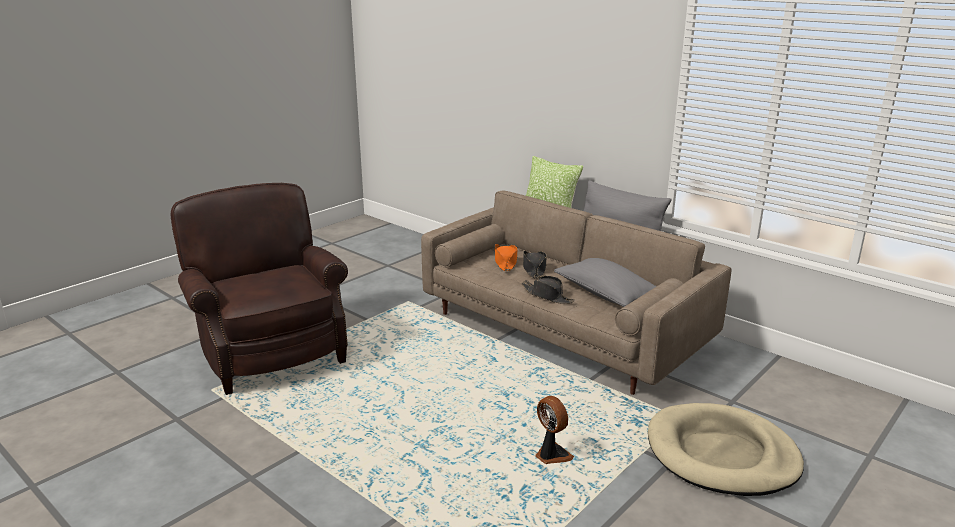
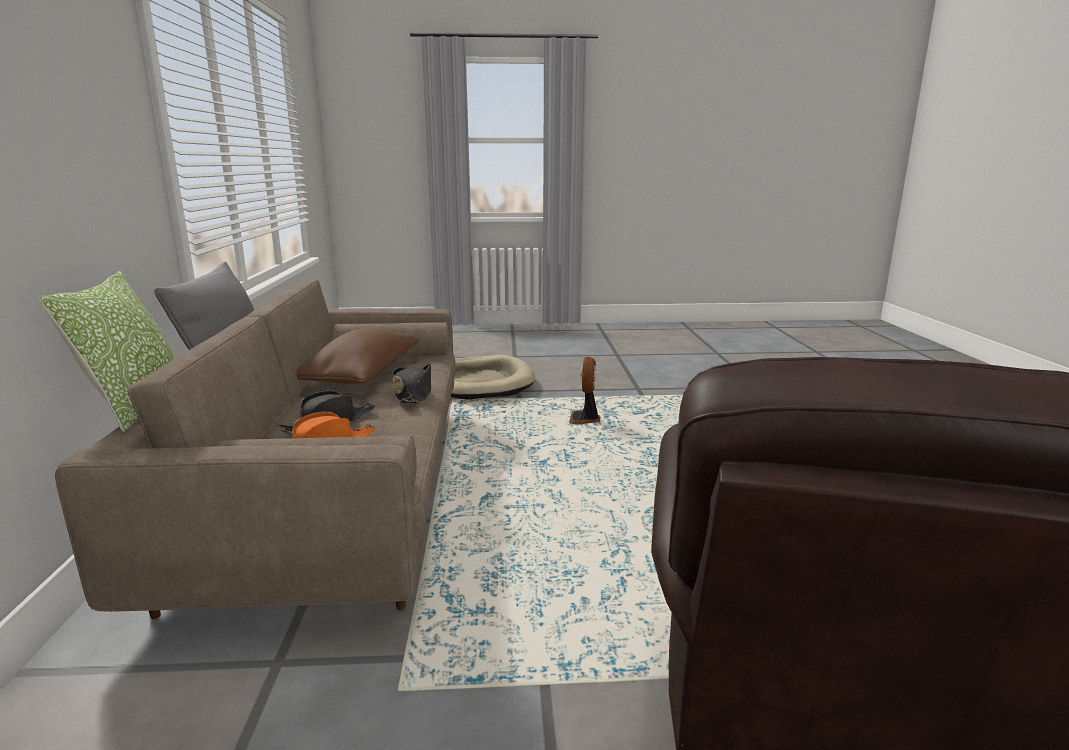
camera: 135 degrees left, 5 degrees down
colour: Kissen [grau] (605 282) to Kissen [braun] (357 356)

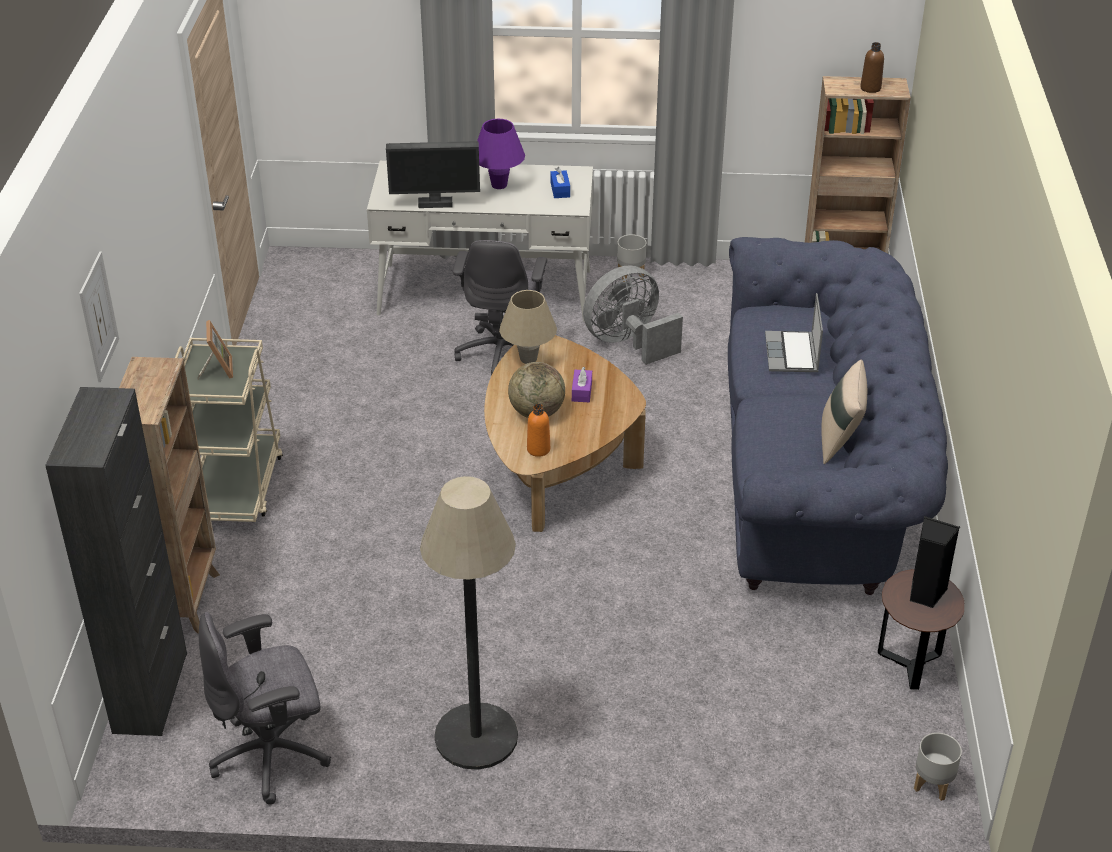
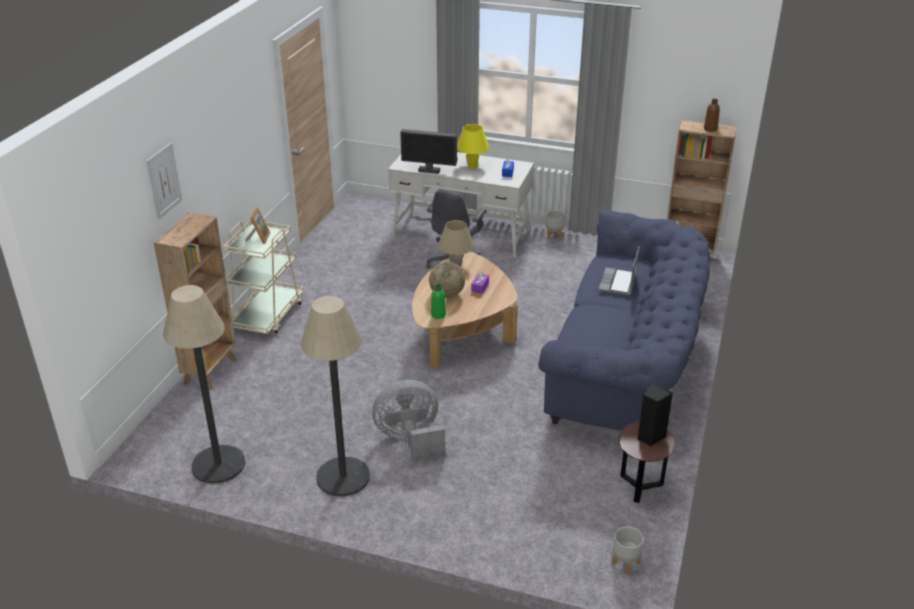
camera: 15 degrees right, 5 degrees down
missing: Kissen [beige] (844 412); Schrank [schwarz] (116 561)
relocated: Ventilator [grau] (633 315) to (408 421)
exchanged: Bürostuhl [grau] (265 708) to Stehlampe (204 384)
colour: Tischlampe [lila] (501 154) to Tischlampe [gelb] (473 146); Flasche [orange] (538 430) to Flasche [grün] (438 301)

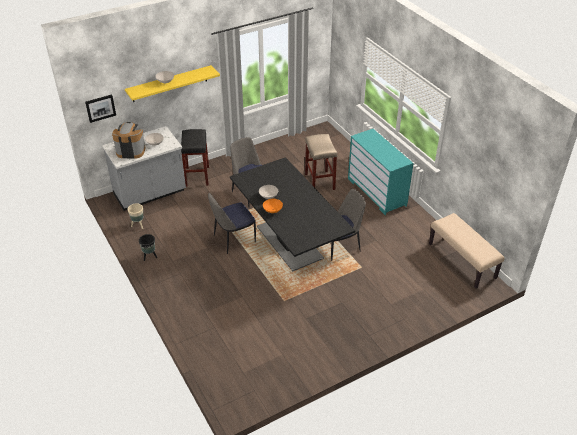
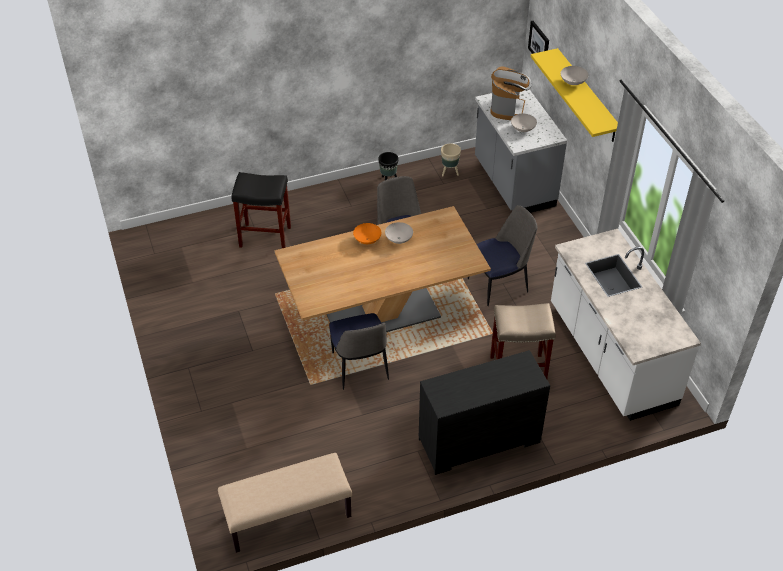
camera: 100 degrees right, 5 degrees up
appeared: Küchenzeile [weiß] (626 325)
relocated: Hocker [schwarz] (195 158) to (261 210)
colour: Kommode [türkis] (381 172) to Kommode [schwarz] (484 412); Esstisch [schwarz] (292 214) to Esstisch [beige] (382 269)

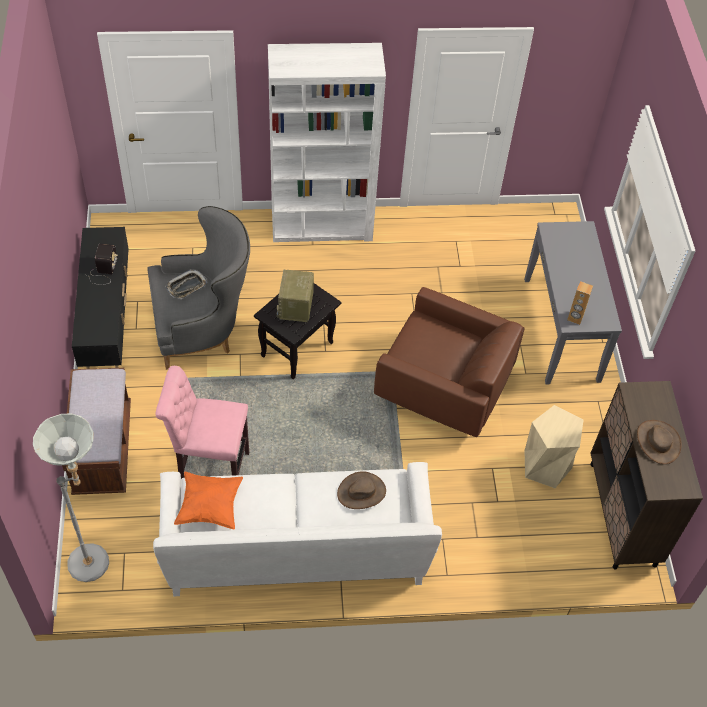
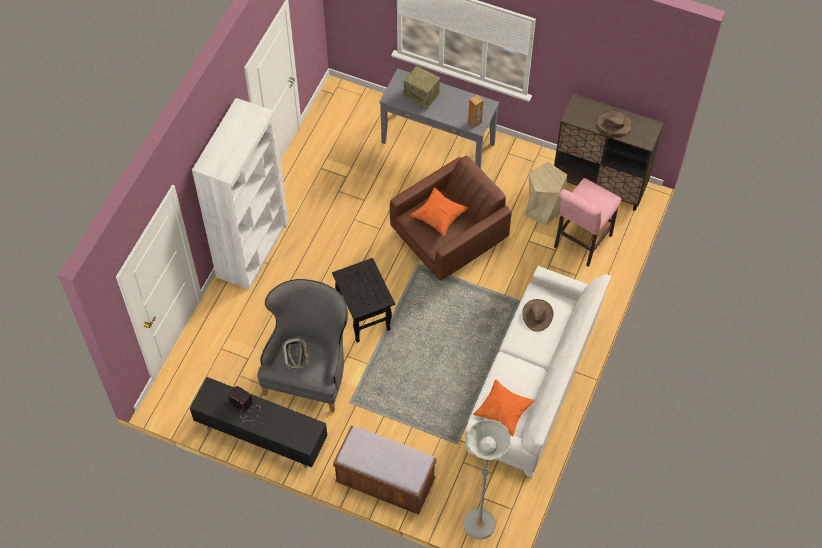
camera: 60 degrees left, 5 degrees up
appeared: Kissen [orange] (439 212)
relocated: Radio (295 296) to (422 87); Hocker [rosa] (202 422) to (587 222)

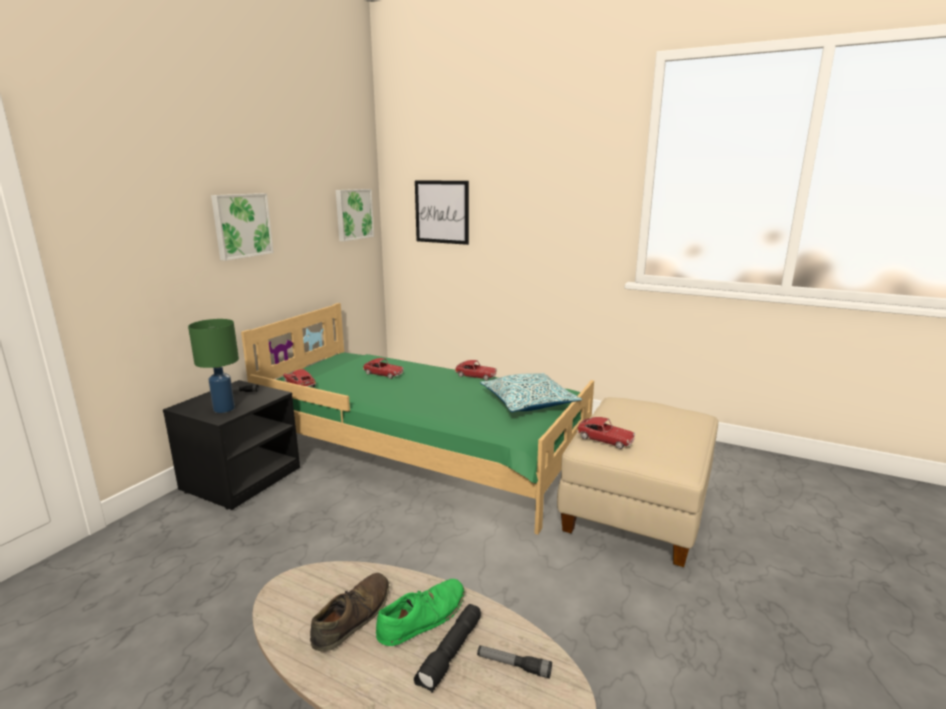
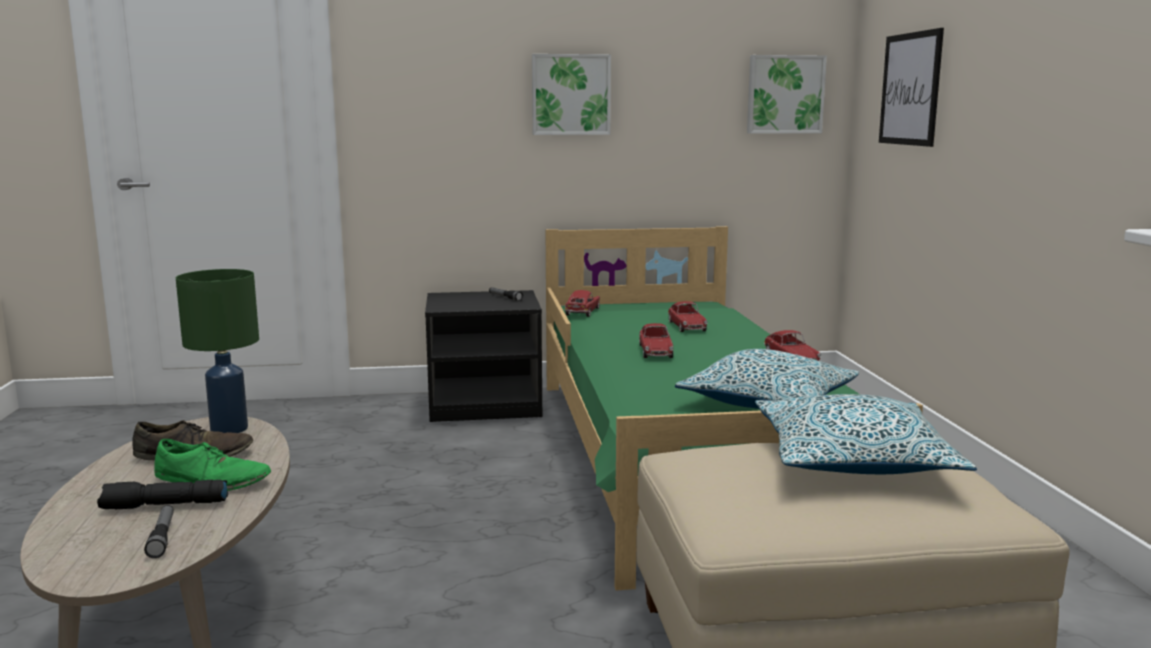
camera: 55 degrees right, 5 degrees down
appeared: Kissen (866 434)
relocated: Tischlampe [grün] (213 366) to (217 351); Spielzeugauto (606 433) to (656 340)

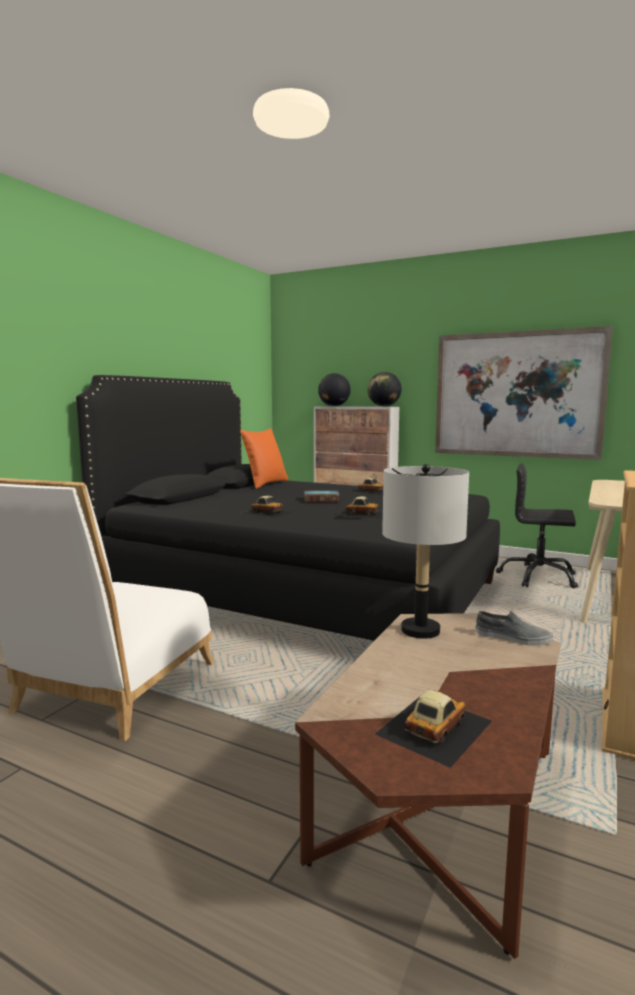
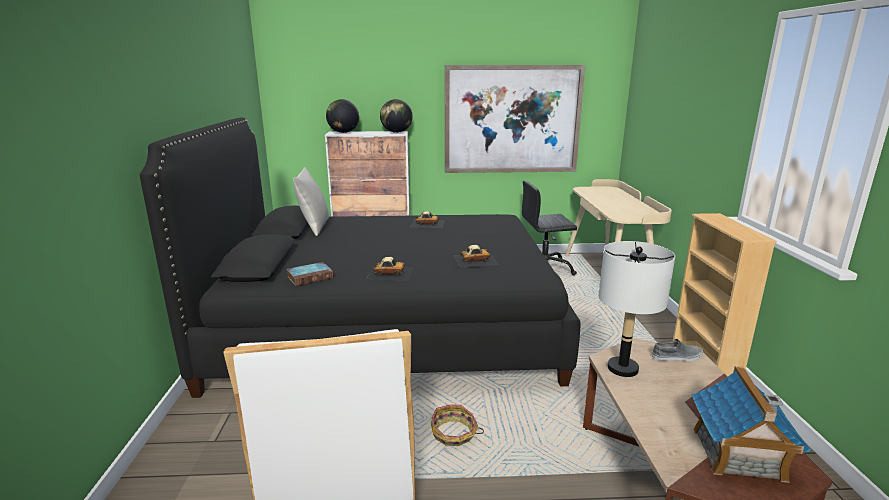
camera: 30 degrees left, 10 degrees up
appeared: Korb (457 425)
relocated: Buch (322 496) to (310 274)
exchanged: Spielzeugauto (433 729) to Spielzeughaus (751 424)
colour: Kissen [orange] (264 458) to Kissen [grau] (311 201)

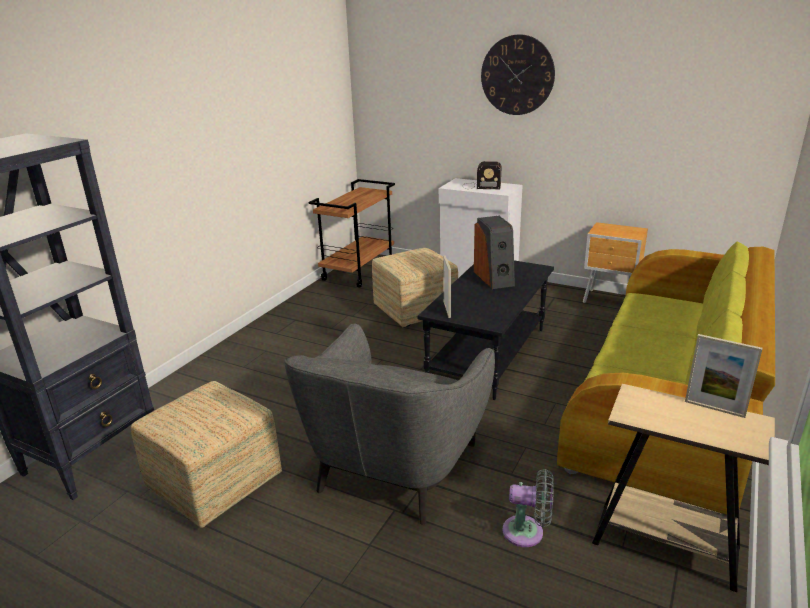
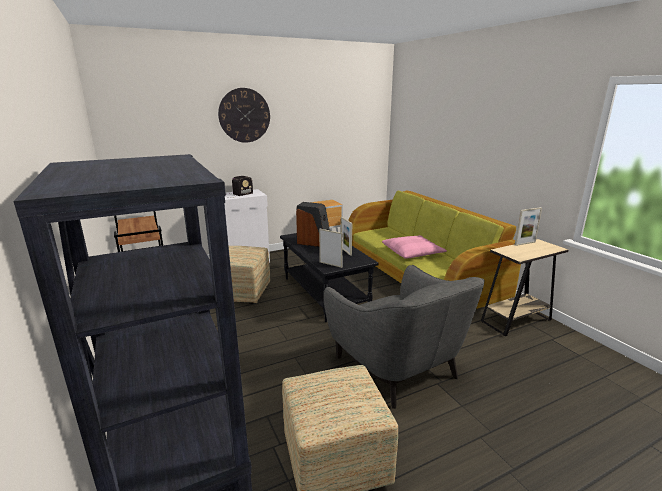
camera: 55 degrees left, 5 degrees down
missing: Ventilator [grau] (528 508)
appeared: Bilderrahmen (346 236); Kissen [rosa] (414 247)

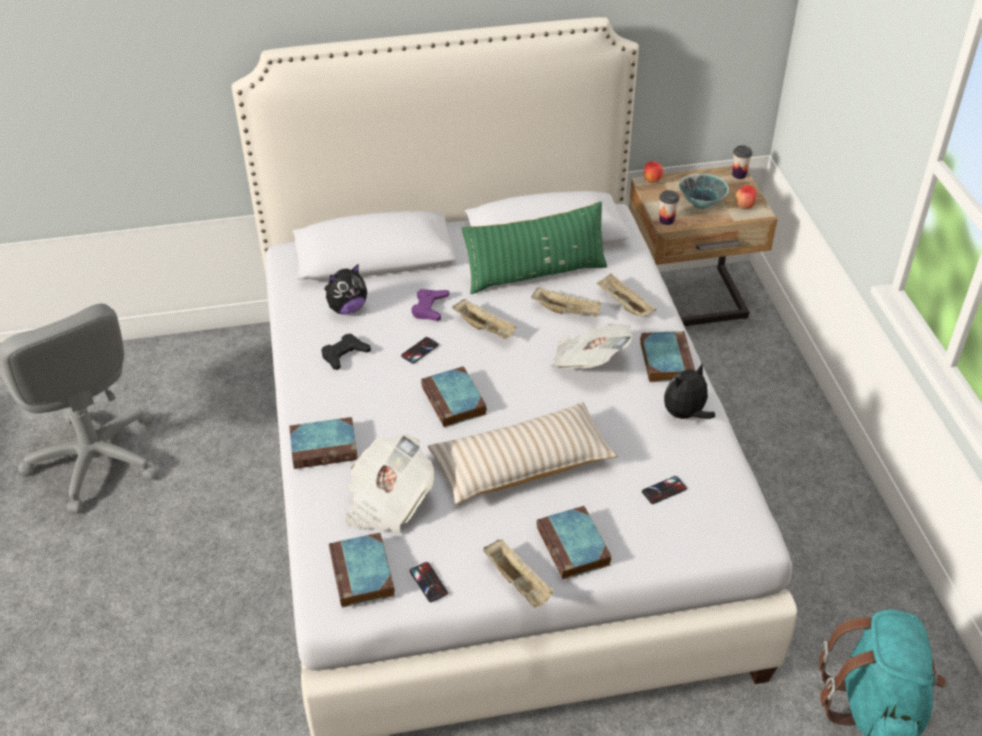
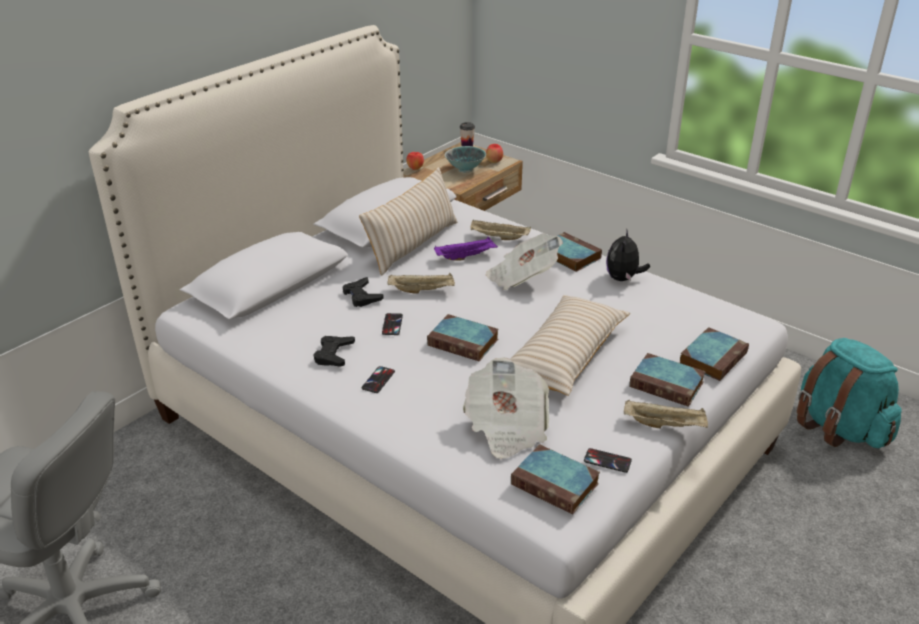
camera: 40 degrees left, 10 degrees down
missing: Tasse (669 207); Plüschtier (345 289)
relocated: Buch (323 443) to (714 354); Handy (664 490) to (378 379)
colour: Kissen [grün] (534 247) to Kissen [beige] (408 221); Tablett [beige] (566 302) to Tablett [lila] (466 249); Gamepad [lila] (430 305) to Gamepad [schwarz] (363 292)

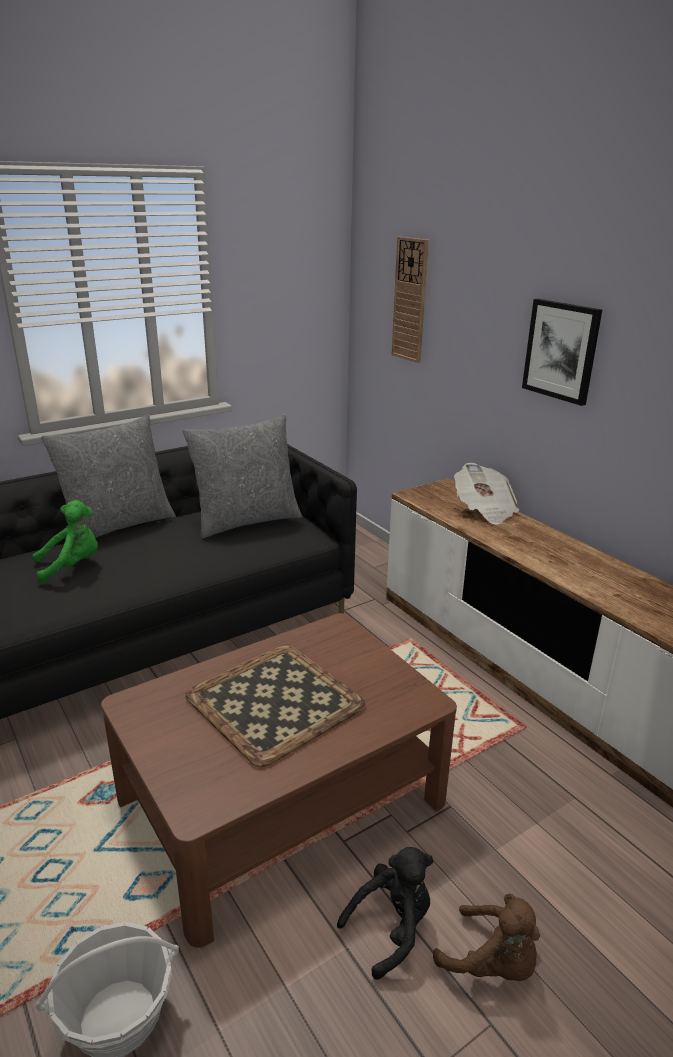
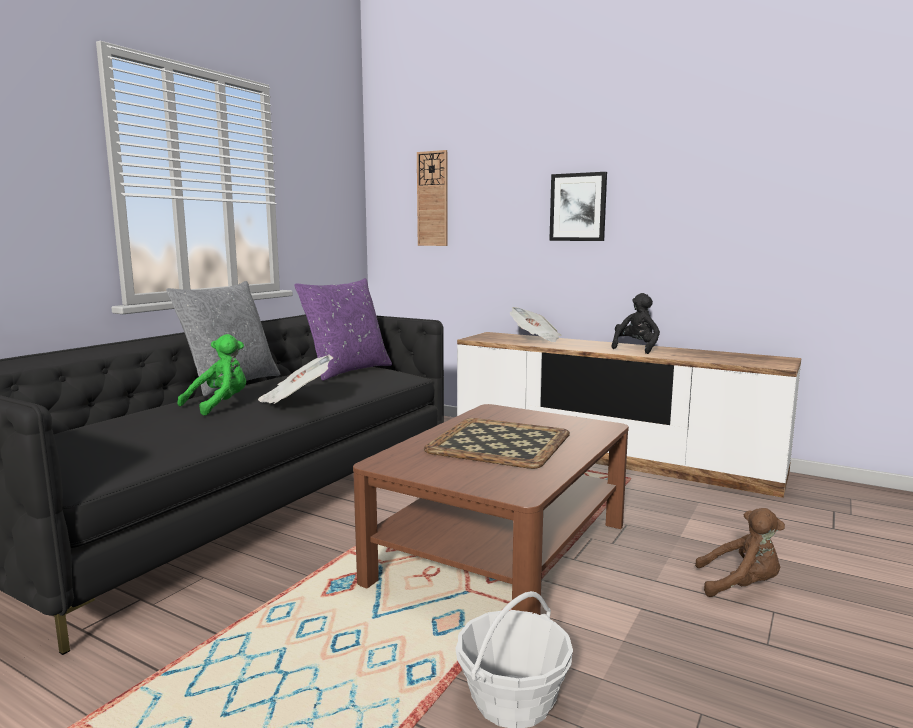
camera: 25 degrees left, 15 degrees down
appeared: Zeitung (295 379)
relocated: Plüschtier [schwarz] (385 913) to (635 323)
colour: Kissen [grau] (242 476) to Kissen [lila] (343 329)

